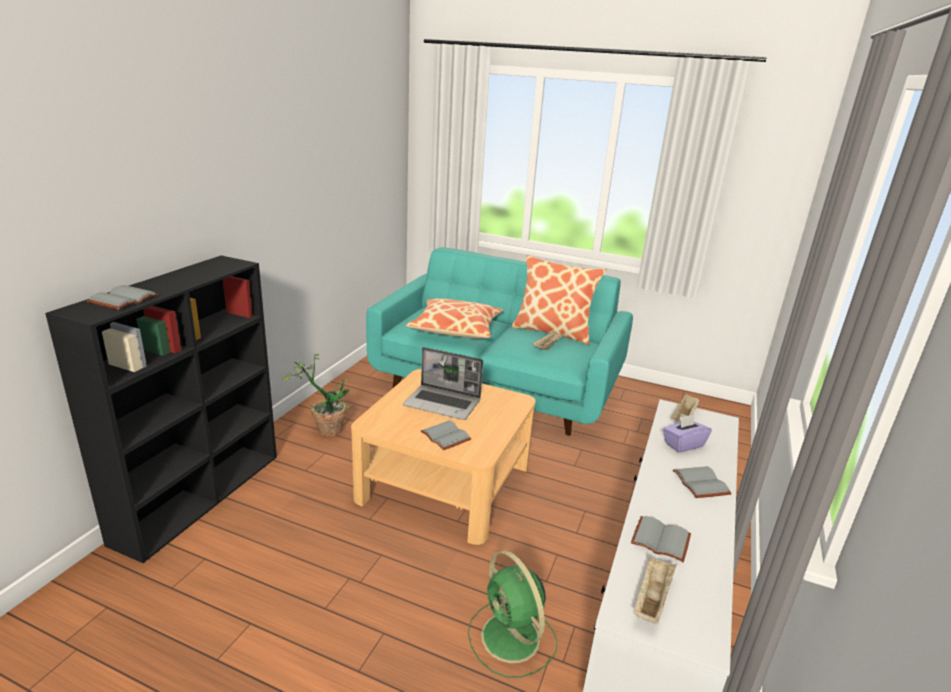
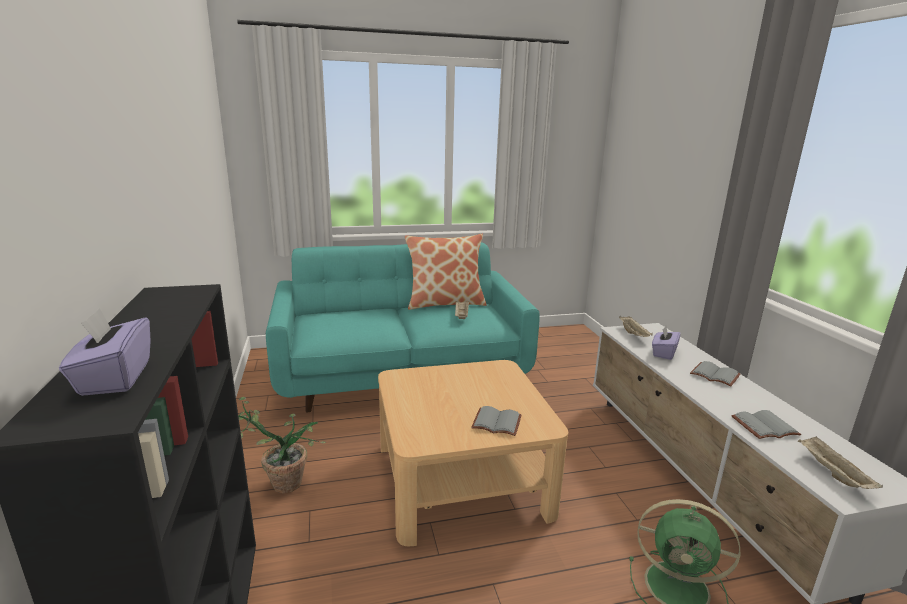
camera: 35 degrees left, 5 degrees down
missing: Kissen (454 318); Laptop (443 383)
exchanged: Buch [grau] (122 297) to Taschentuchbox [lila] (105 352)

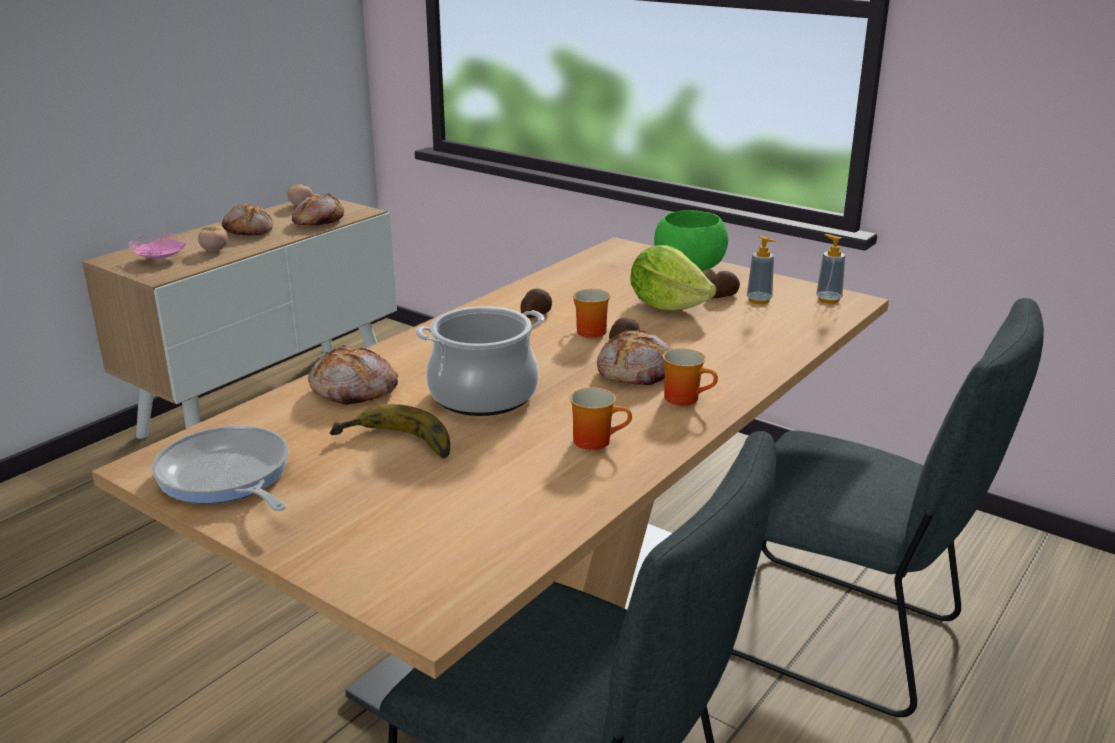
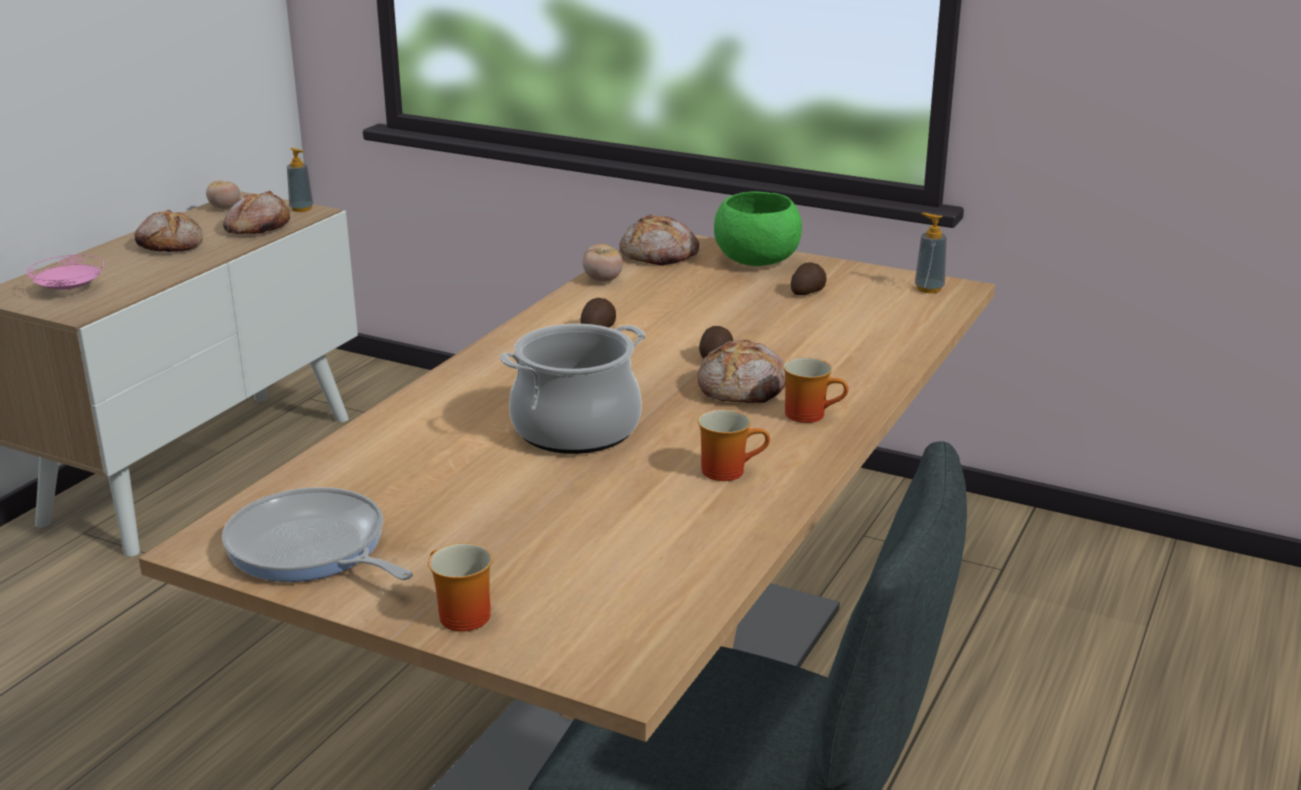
camera: 10 degrees left, 0 degrees up
missing: Salatkopf (673 278); Stuhl [grau] (887 507); Banane (390 431)
relocated: Tomate (213 238) to (603 263); Seifenspender (761 269) to (300 180); Henkelbecher (591 313) to (460 587); Brot (353 375) to (659 240)

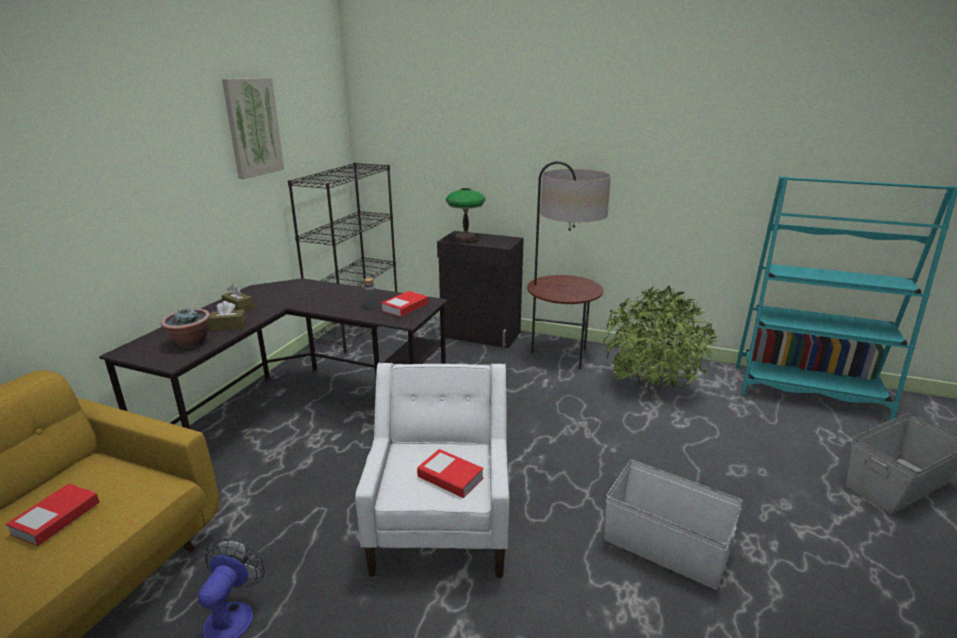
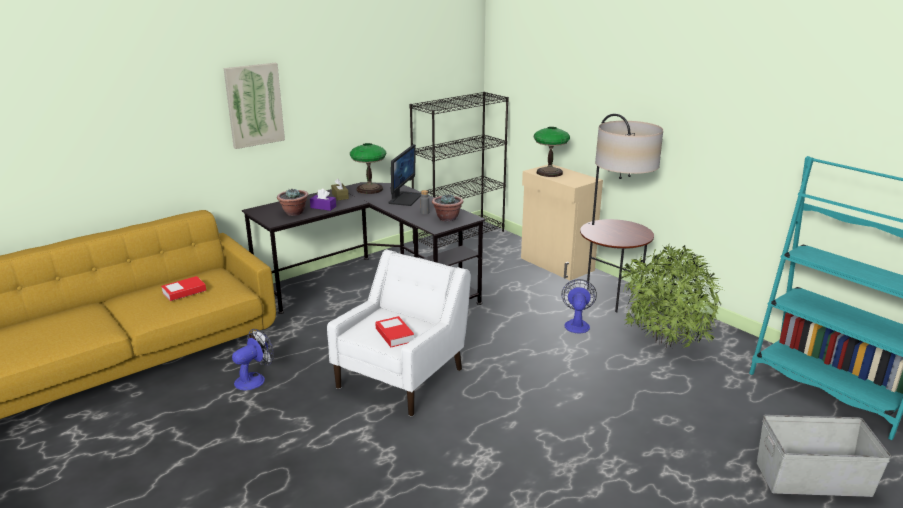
camera: 30 degrees right, 0 degrees up
missing: Aufbewahrungsbox [weiß] (673 525)
appeared: Tischlampe (368 168); Monitor (404 175); Ventilator (579 306)
relocated: Bild (253 128) to (254 106)
exchanged: Buch (404 304) to Topfpflanze (447 207)
colour: Schrank [schwarz] (480 289) to Schrank [beige] (562 222); Taschentuchbox [braun] (228 316) to Taschentuchbox [lila] (323 200)

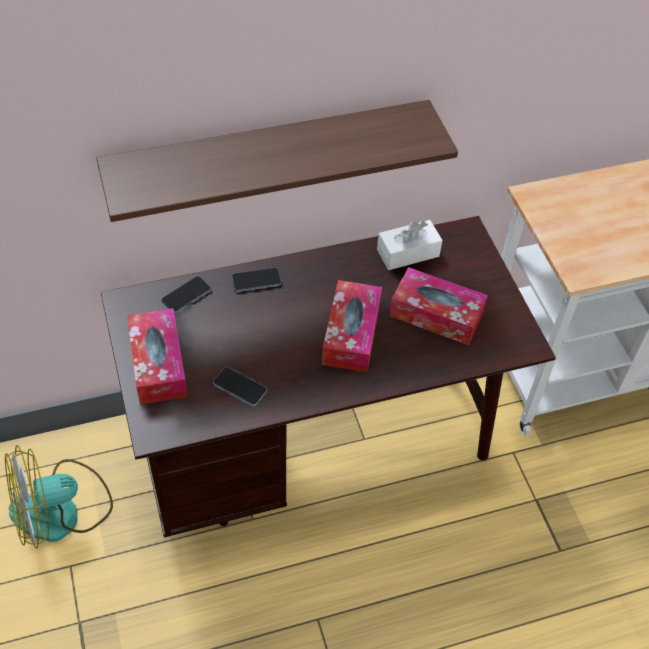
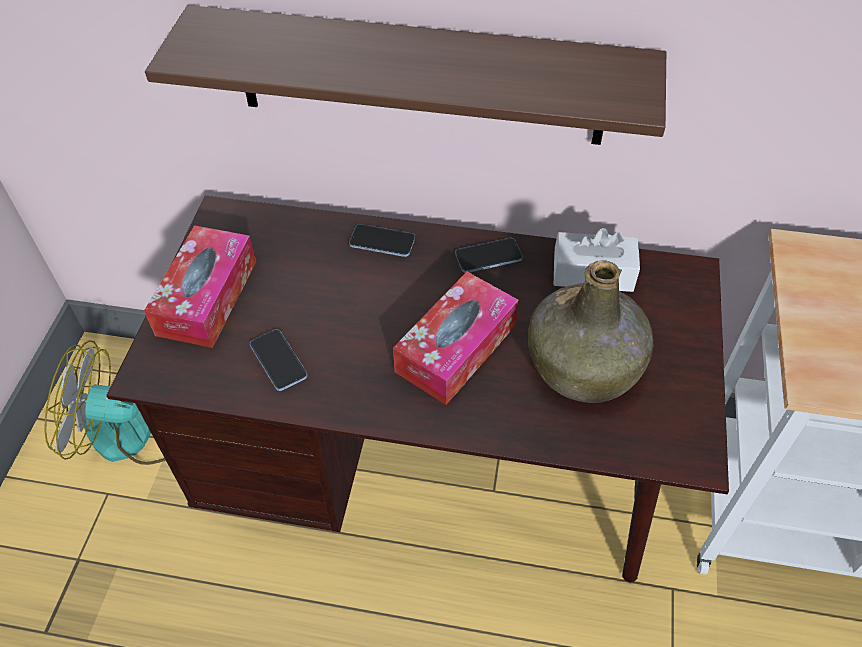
camera: 30 degrees right, 0 degrees up
relocated: Handy (186 294) to (489 255)
exchanged: Taschentuchbox (438 306) to Flasche [grün] (590 331)

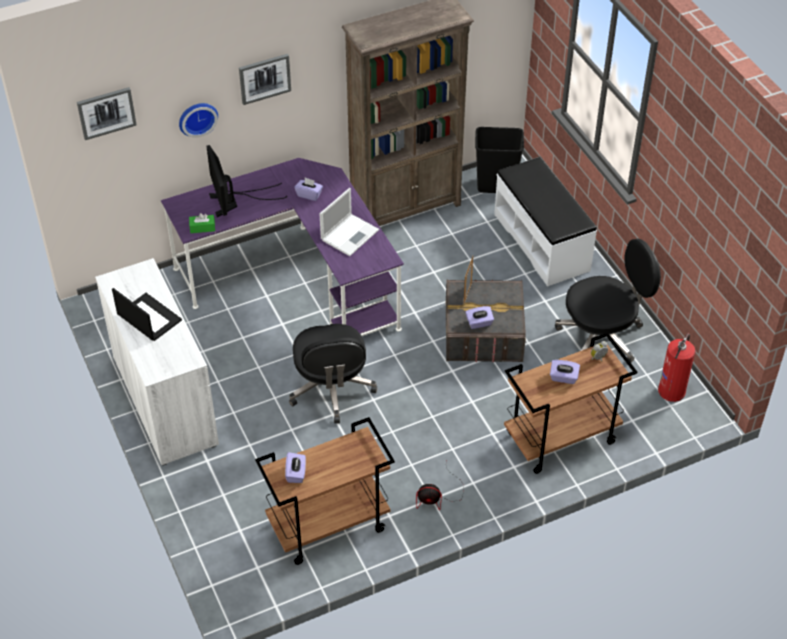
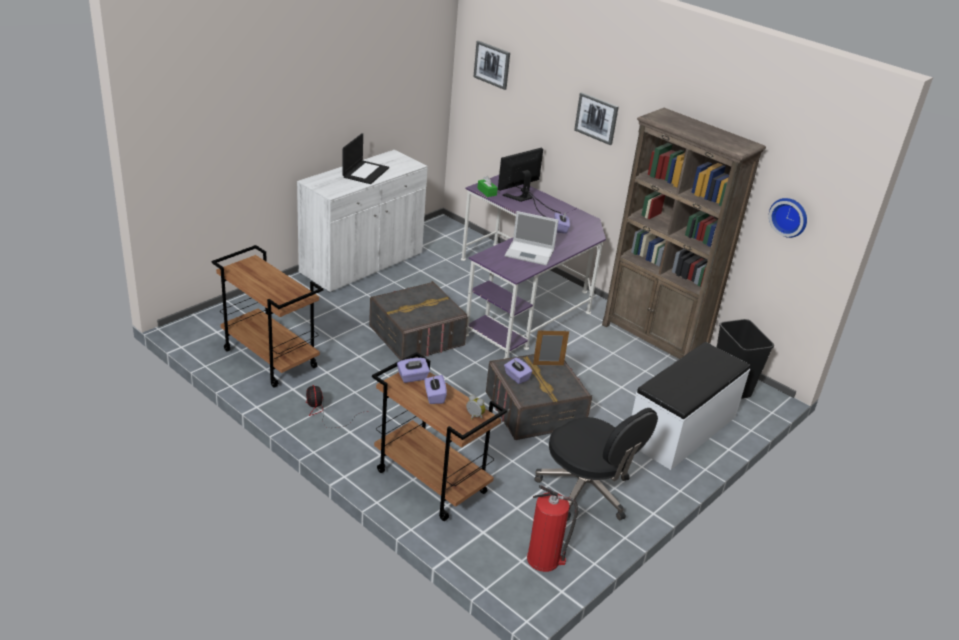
camera: 65 degrees right, 15 degrees down
relocated: Wanduhr (198 120) to (788 218); Taschentuchbox [lila] (295 467) to (413 370)
exchanged: Bürostuhl [schwarz] (333 373) to Aufbewahrungsbox [grau] (418 320)

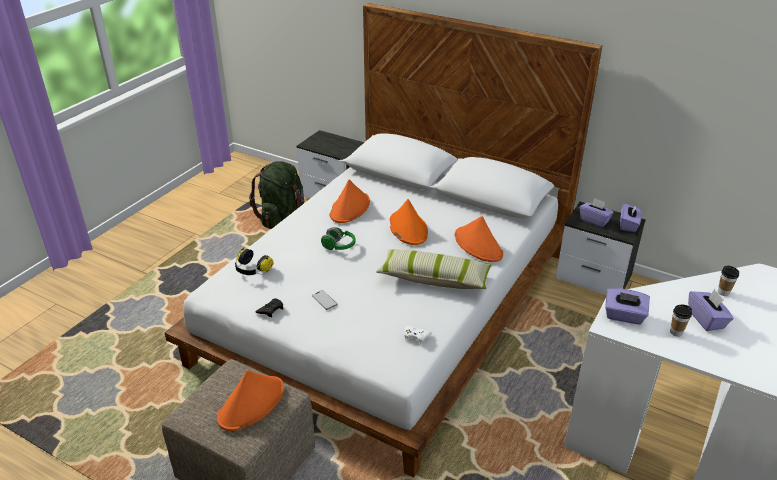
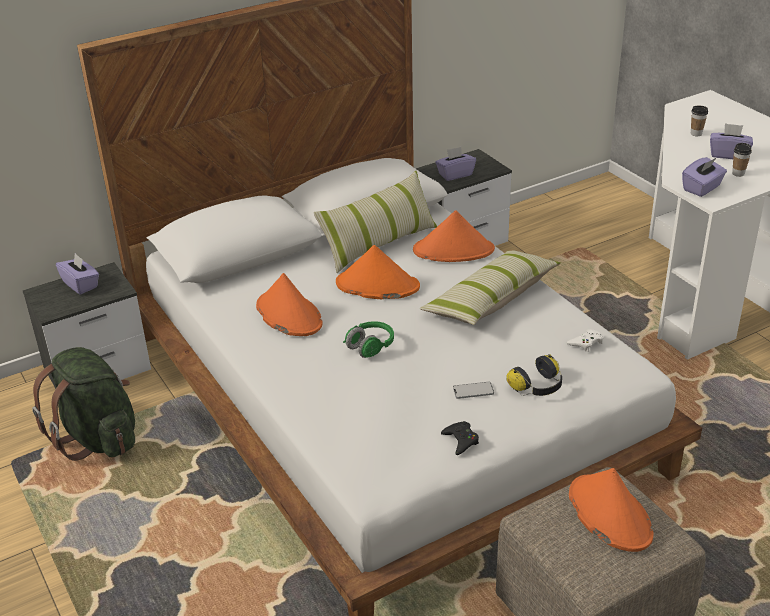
camera: 60 degrees left, 0 degrees up
appeared: Kissen (375 222)
relocated: Taschentuchbox [lila] (631 217) to (77 274); Kopfhörer (254 261) to (534 375)

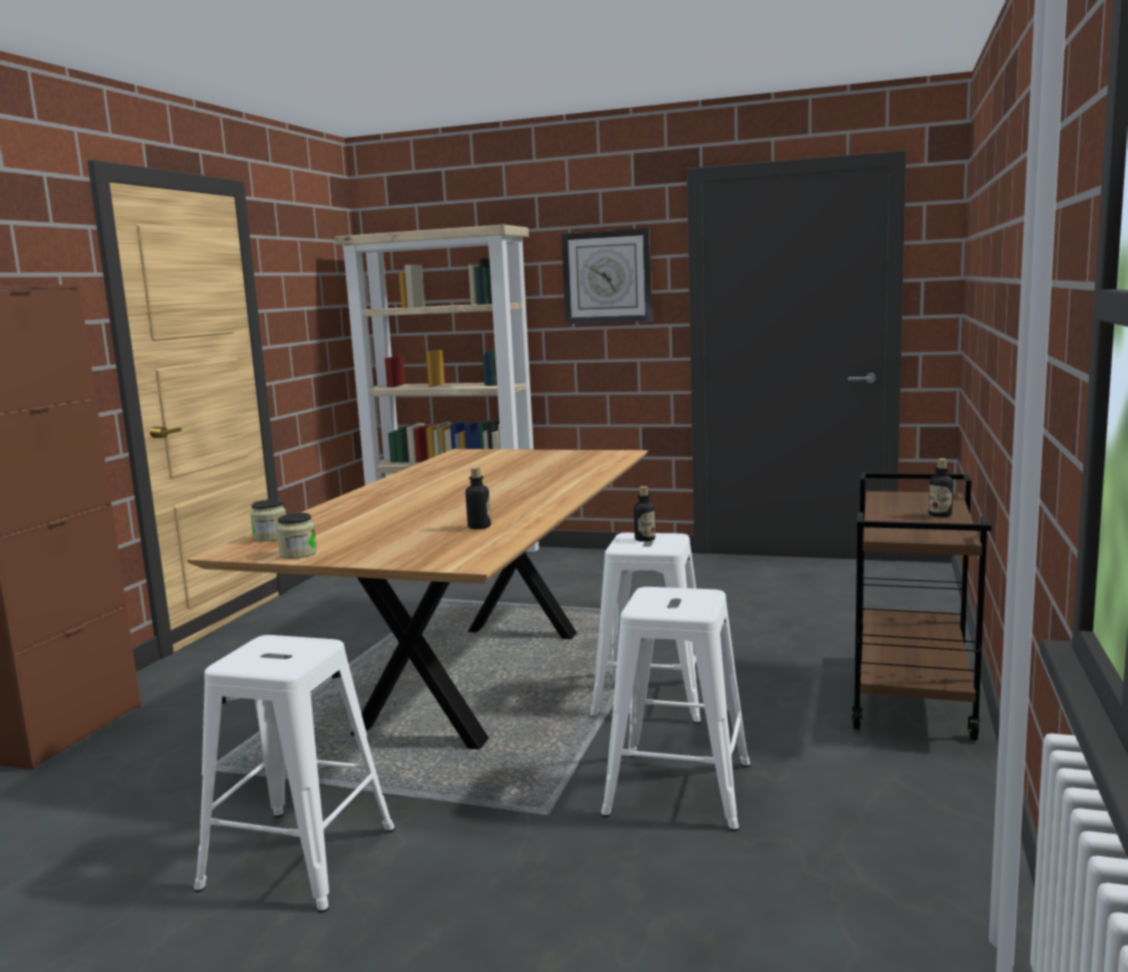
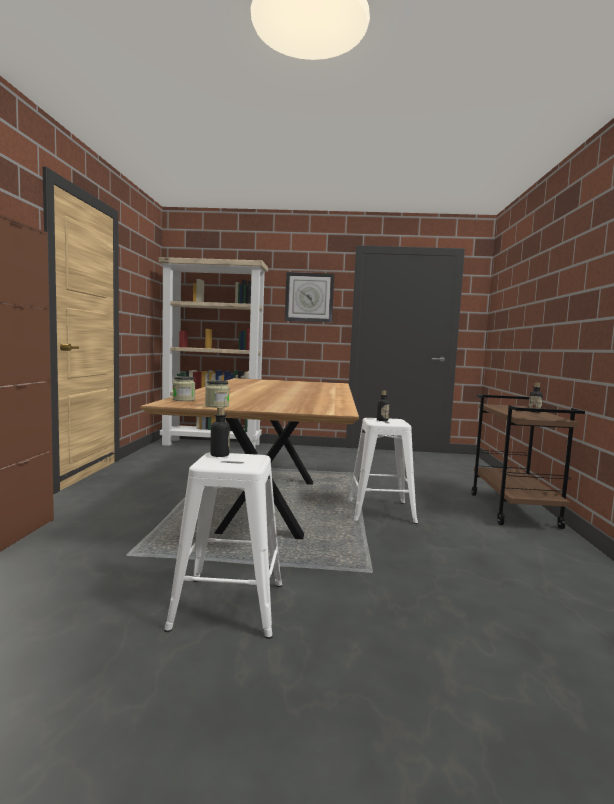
camera: 15 degrees left, 5 degrees down
missing: Hocker [weiß] (676 709)
relocated: Flasche (478 498) to (220 432)

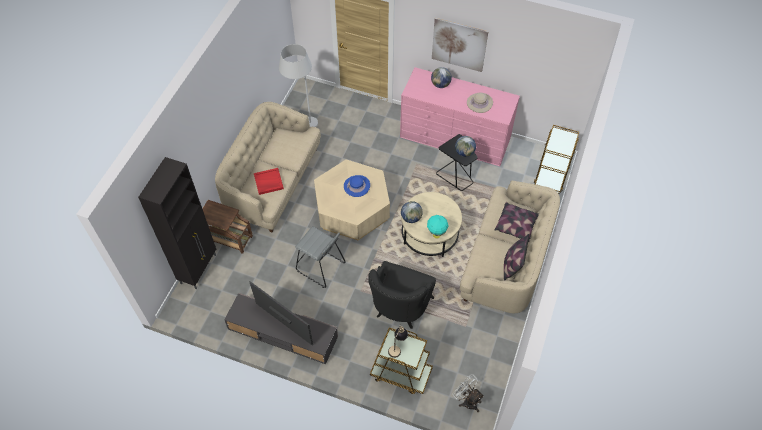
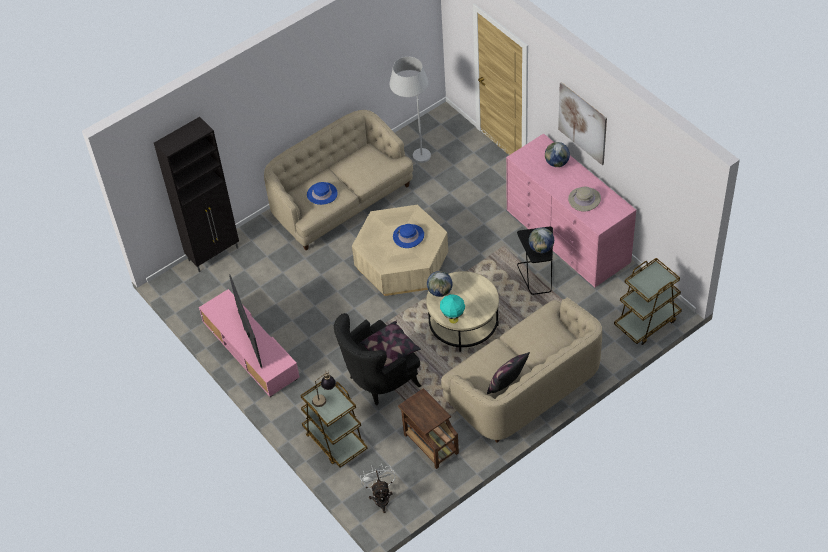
camera: 35 degrees right, 5 degrees down
missing: Hocker [grau] (320 257)
relocated: Beistelltisch [braun] (228 227) to (428 428); Kissen (517 222) to (390 345)
exchanged: Tablett [rot] (269 181) to Hut [blau] (322 193)
colour: Fernsehschrank [grau] (281 328) to Fernsehschrank [rosa] (249 343)

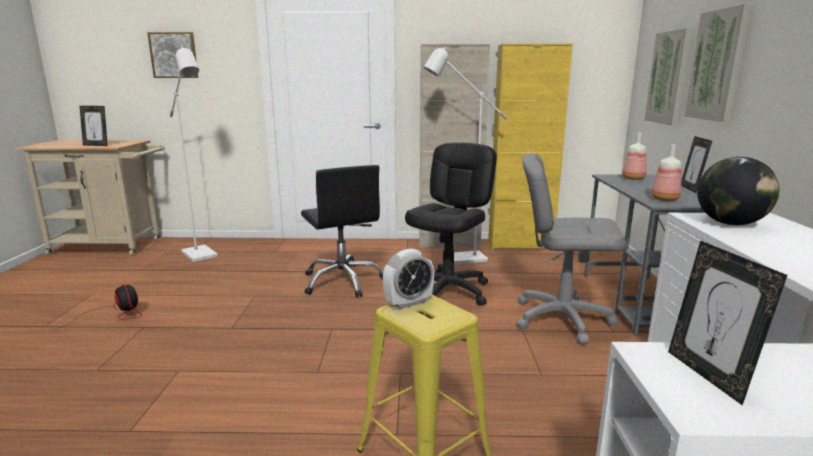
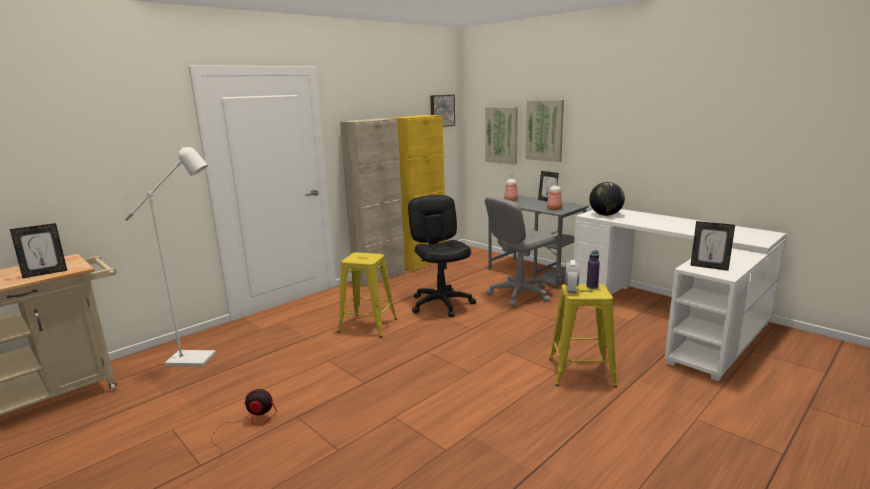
camera: 45 degrees left, 0 degrees up
missing: Stehlampe [weiß] (465 156)
appeared: Flasche [lila] (593 269)
relocated: Bild (172 55) to (442 110)
exchanged: Bürostuhl [schwarz] (342 231) to Hocker [gelb] (367 294)

